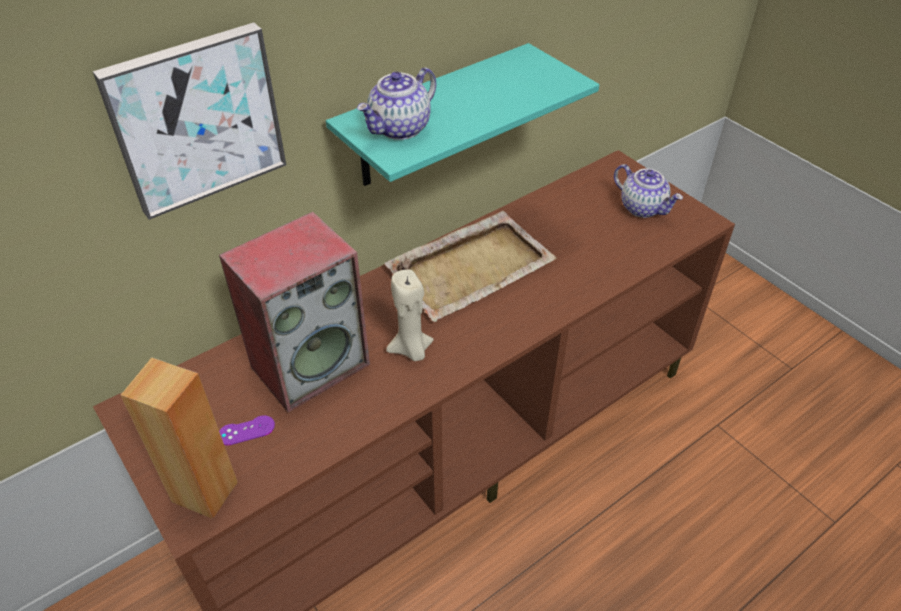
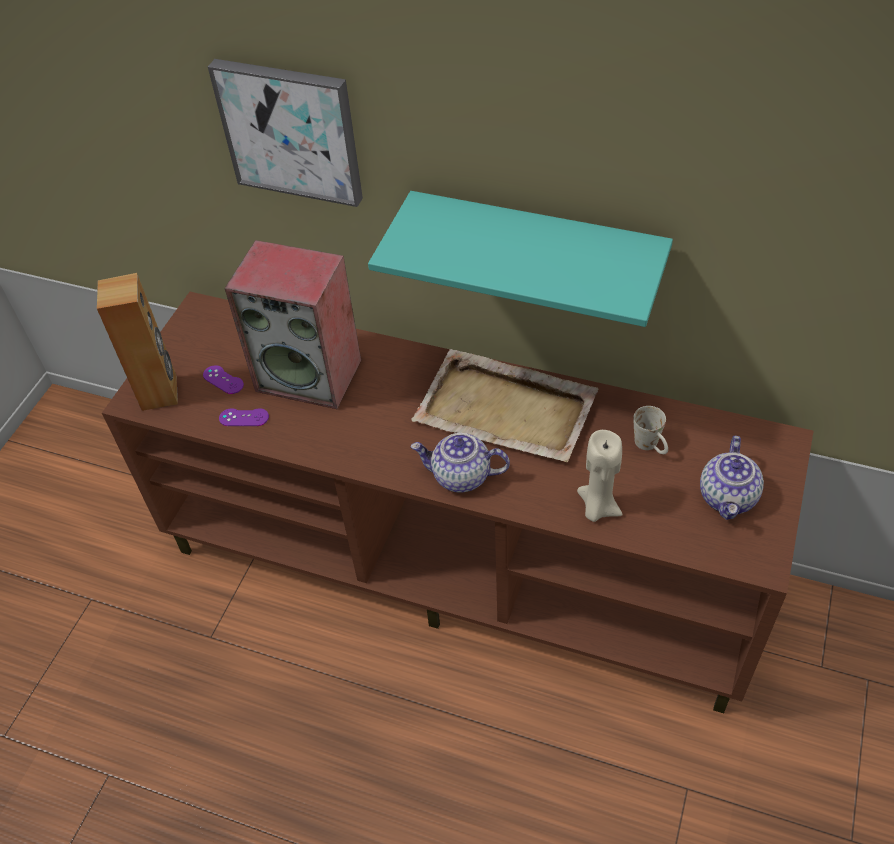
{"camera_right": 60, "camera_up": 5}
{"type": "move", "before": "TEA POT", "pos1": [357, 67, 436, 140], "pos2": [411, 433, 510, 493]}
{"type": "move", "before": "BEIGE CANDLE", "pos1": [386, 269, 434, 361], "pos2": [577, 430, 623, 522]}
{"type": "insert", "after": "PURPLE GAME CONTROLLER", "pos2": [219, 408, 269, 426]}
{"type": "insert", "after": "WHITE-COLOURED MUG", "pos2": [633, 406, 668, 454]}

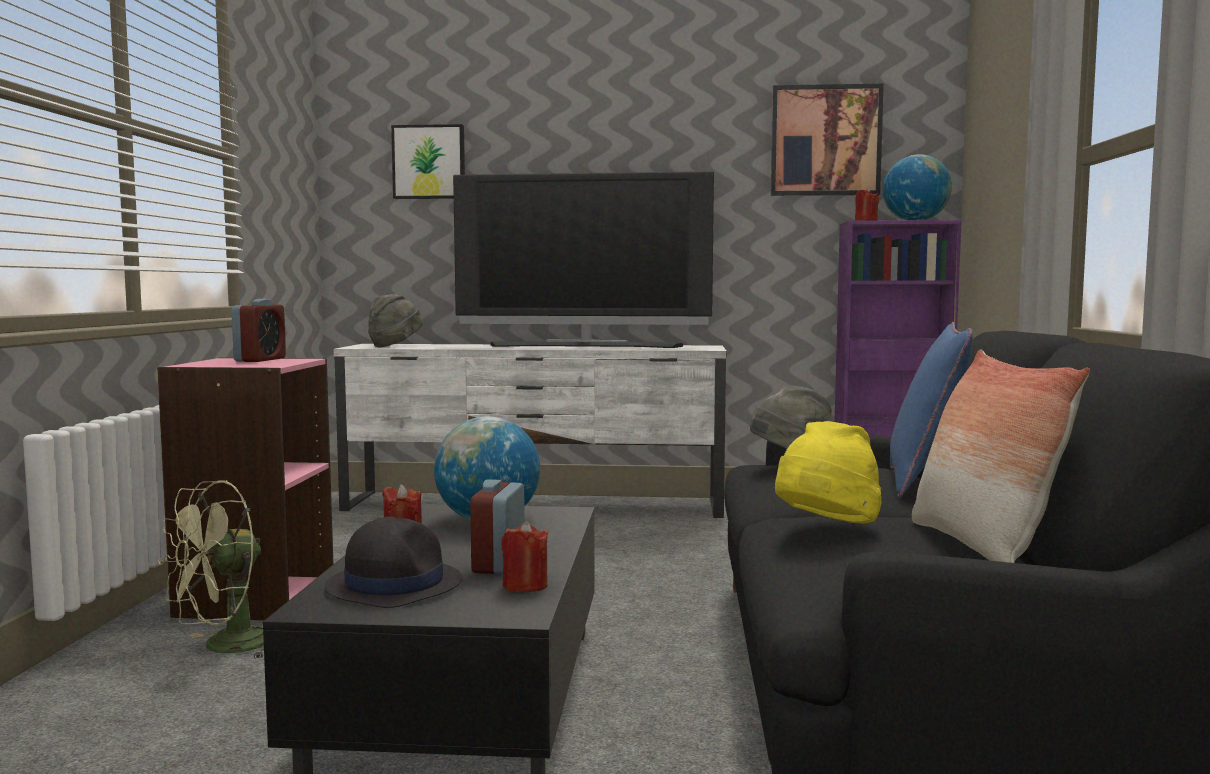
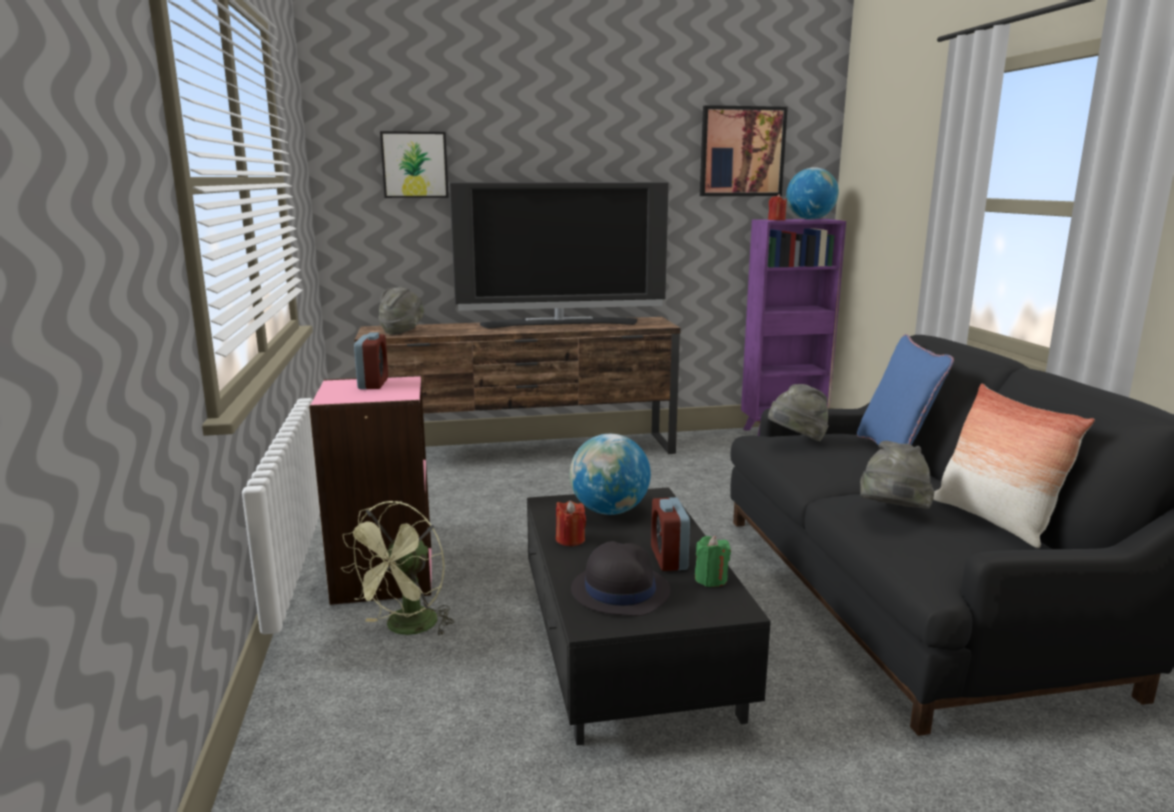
{"camera_right": -15, "camera_up": 10}
{"type": "recolor", "before": "WHITE-COLOURED MEDIA CONSOLE", "after": "BROWNISH MEDIA CONSOLE", "pos1": [334, 344, 727, 518], "pos2": [354, 317, 681, 454]}
{"type": "recolor", "before": "REDDISH CANDLE", "after": "GREENISH CANDLE", "pos1": [501, 521, 548, 592], "pos2": [695, 536, 731, 587]}
{"type": "recolor", "before": "YELLOWISH CLOTHING HAT", "after": "GREY CLOTHING HAT", "pos1": [775, 421, 882, 524], "pos2": [860, 441, 934, 509]}

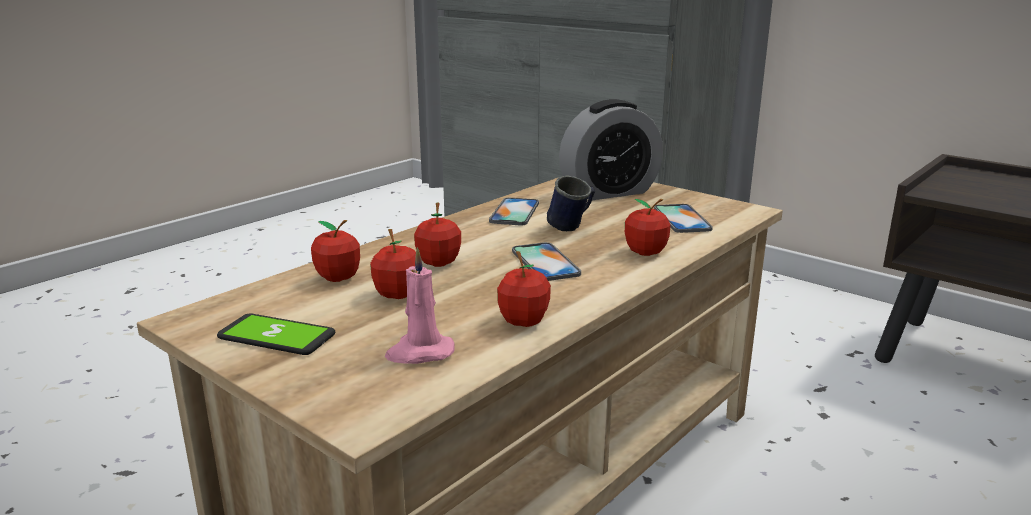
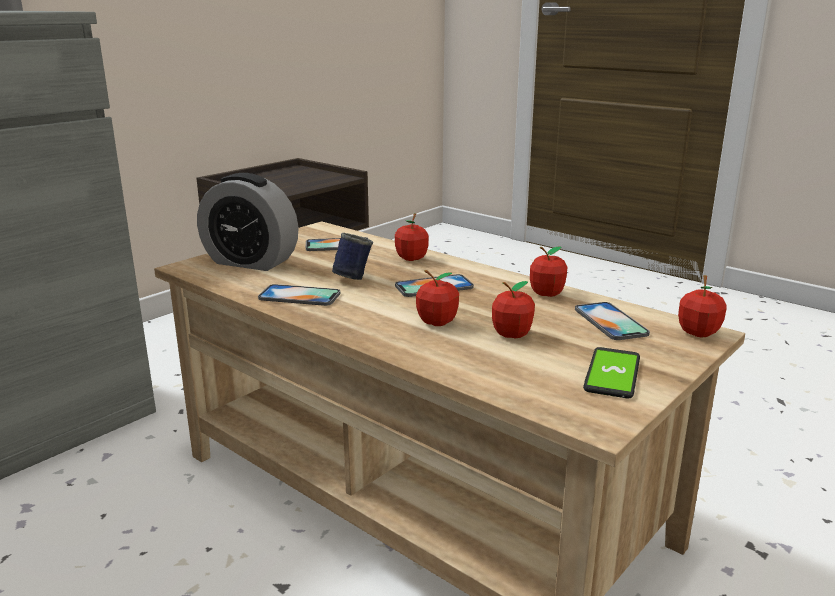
{"camera_right": -90, "camera_up": 0}
{"type": "move", "before": "APPLE", "pos1": [311, 220, 360, 282], "pos2": [678, 275, 727, 338]}
{"type": "replace", "before": "PINK CANDLE", "after": "TELEPHONE", "pos1": [385, 247, 455, 364], "pos2": [575, 302, 650, 340]}
{"type": "rotate", "before": "TABLE CLOCK", "pos1": [559, 99, 663, 200], "pos2": [197, 173, 299, 271], "turn": 135}

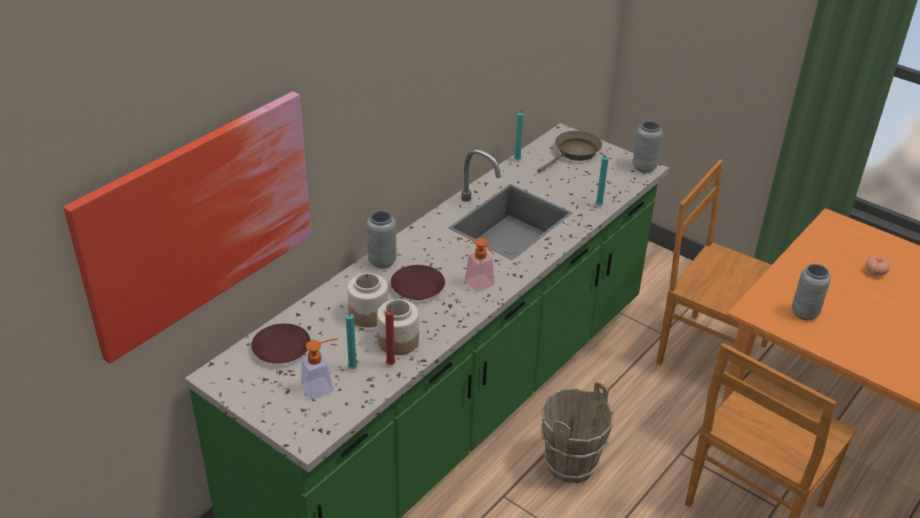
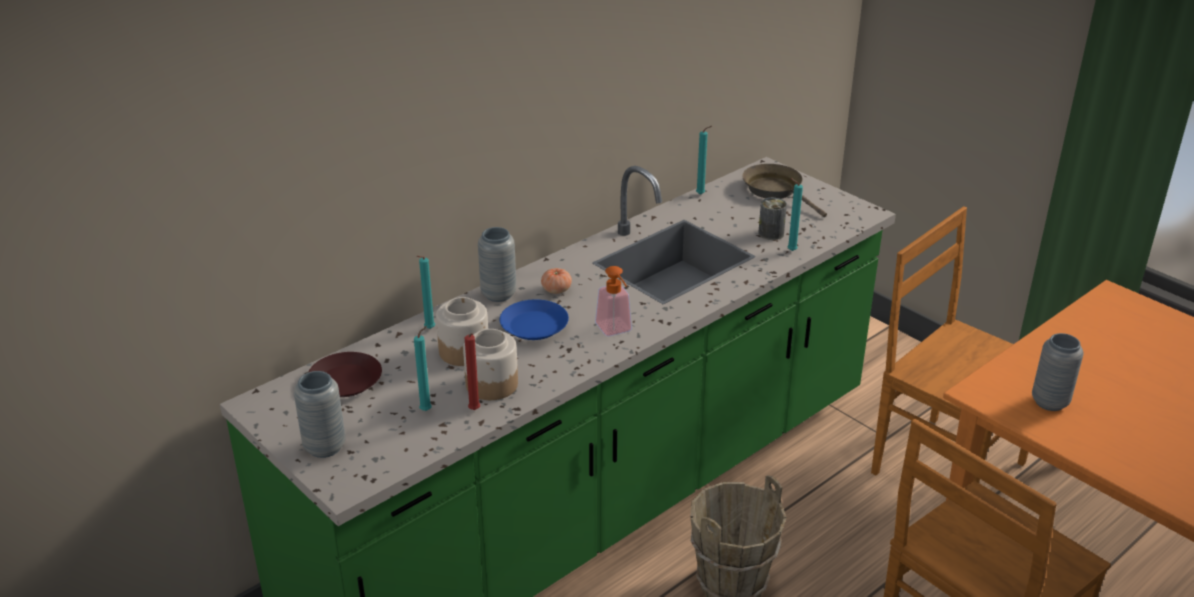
{"camera_right": 10, "camera_up": -5}
{"type": "delete", "before": "WALL PICTURE", "pos1": [64, 92, 312, 364]}
{"type": "delete", "before": "SOAP BOTTLE", "pos1": [301, 338, 338, 399]}
{"type": "recolor", "before": "BROWNISH FLAT DISH", "after": "BLUISH FLAT DISH", "pos1": [391, 265, 445, 300], "pos2": [500, 299, 569, 340]}
{"type": "rotate", "before": "BROWNISH FRYING PAN", "pos1": [537, 131, 602, 173], "pos2": [742, 164, 827, 217], "turn": -90}
{"type": "move", "before": "GREY VASE", "pos1": [633, 121, 663, 173], "pos2": [294, 371, 345, 458]}
{"type": "move", "before": "WHOLE TOMATO", "pos1": [866, 256, 890, 276], "pos2": [541, 268, 572, 294]}
{"type": "insert", "after": "TURQUOISE-COLOURED CANDLE", "pos2": [417, 256, 435, 329]}
{"type": "insert", "after": "METAL CAN", "pos2": [758, 198, 787, 240]}

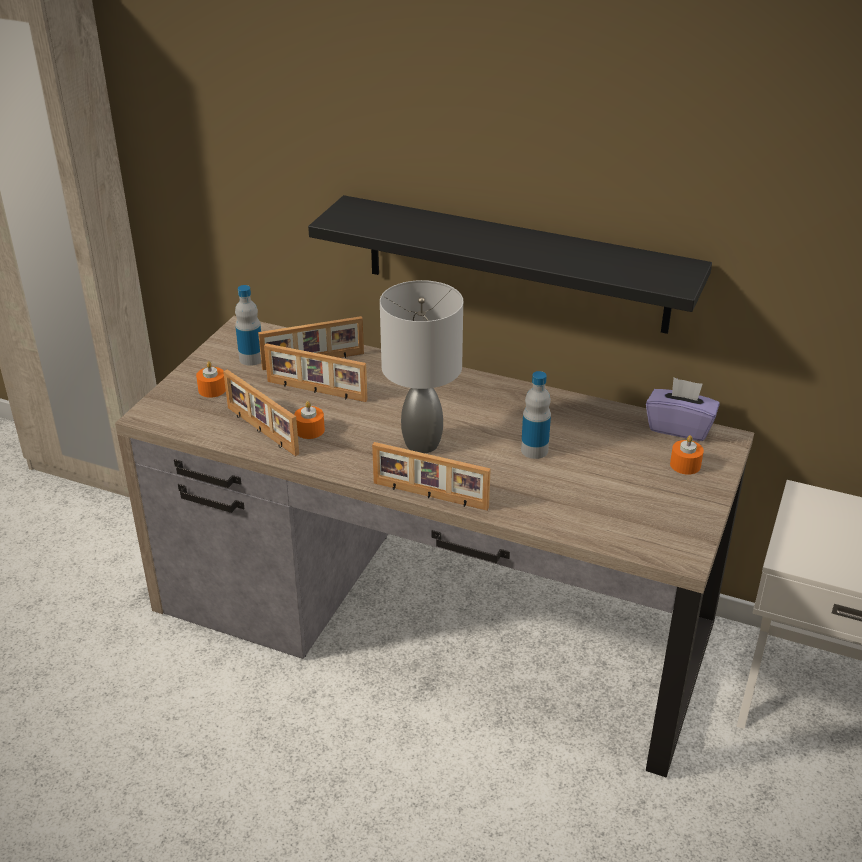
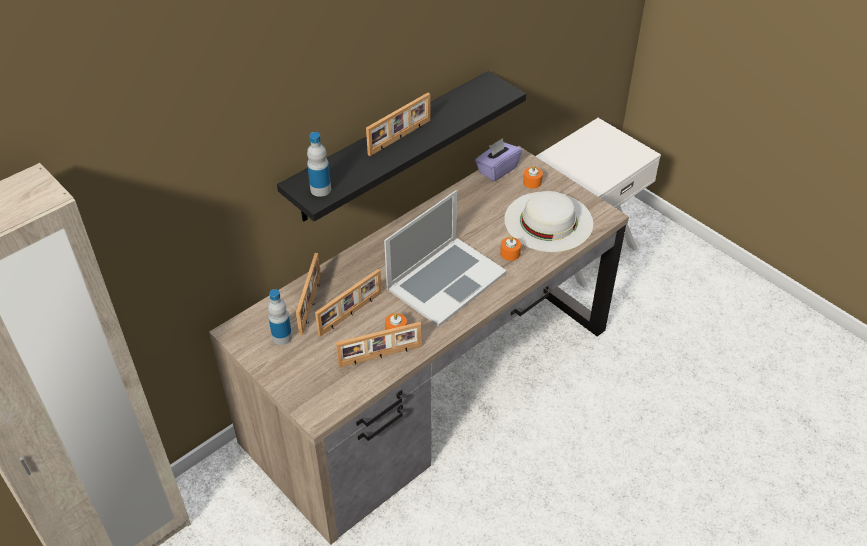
{"camera_right": -65, "camera_up": 10}
{"type": "move", "before": "ORANGE CANDLE", "pos1": [196, 361, 226, 398], "pos2": [500, 236, 521, 261]}
{"type": "move", "before": "PICTURE FRAME", "pos1": [372, 442, 491, 511], "pos2": [366, 93, 431, 156]}
{"type": "replace", "before": "GREY LAMP FOR A TABLE", "after": "LAPTOP", "pos1": [380, 280, 463, 453], "pos2": [384, 190, 507, 327]}
{"type": "move", "before": "BOTTLE", "pos1": [521, 371, 551, 459], "pos2": [307, 132, 331, 197]}
{"type": "insert", "after": "WHITE-COLOURED CLOTHING HAT", "pos2": [504, 191, 593, 252]}

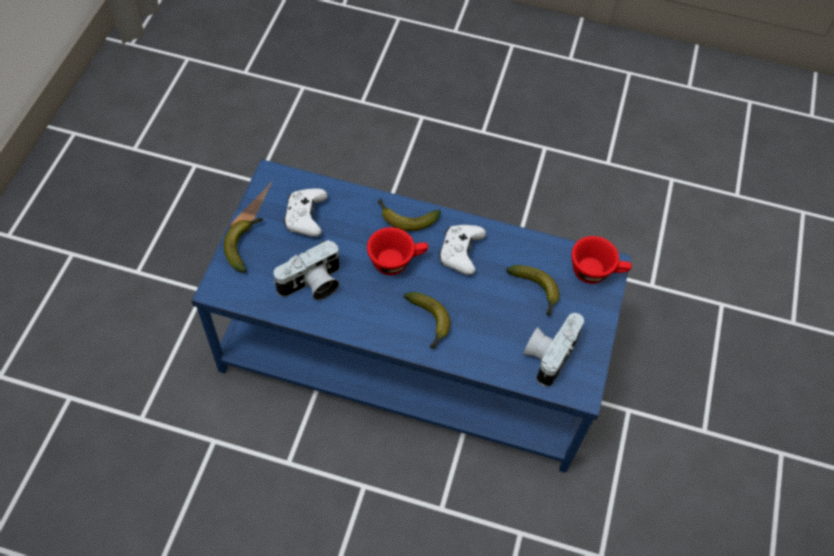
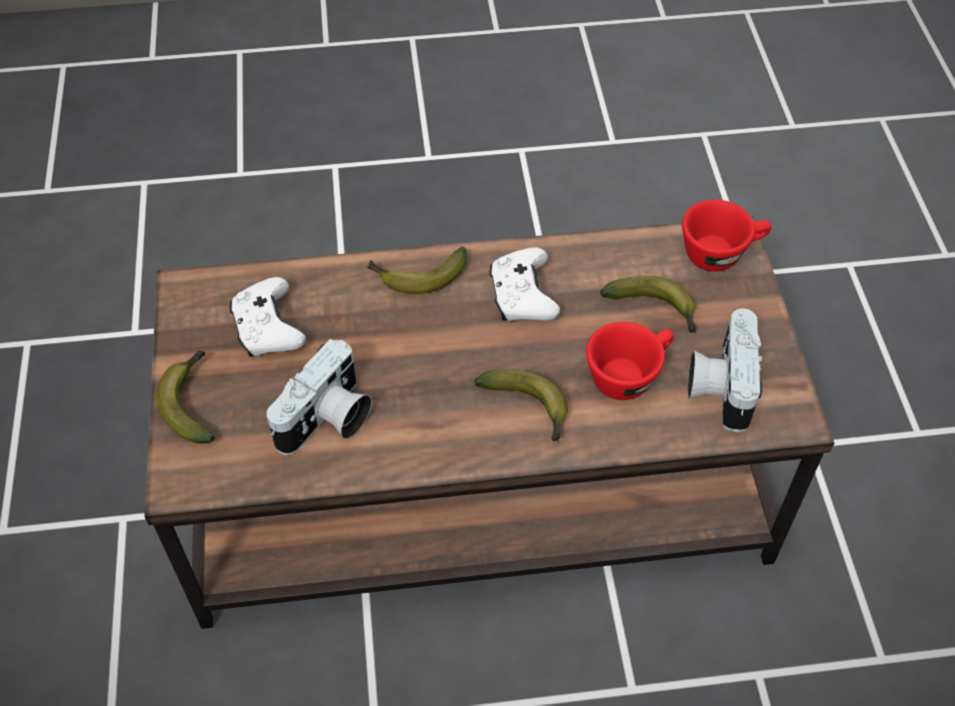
{"camera_right": -20, "camera_up": -5}
{"type": "recolor", "before": "BLUISH LOW TABLE", "after": "BROWNISH LOW TABLE", "pos1": [192, 159, 631, 473], "pos2": [144, 216, 834, 629]}
{"type": "move", "before": "REDDISH DRINKING CUP", "pos1": [367, 227, 428, 275], "pos2": [586, 322, 674, 400]}

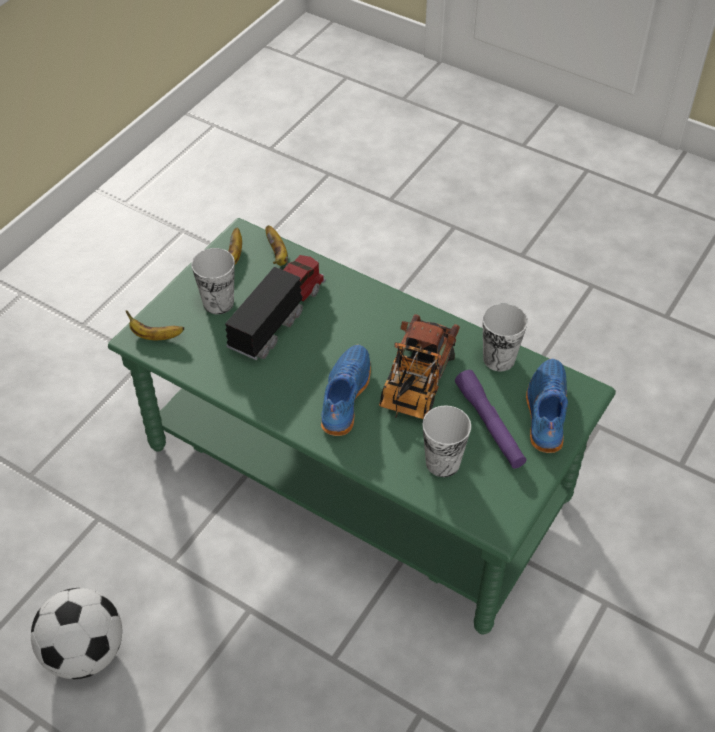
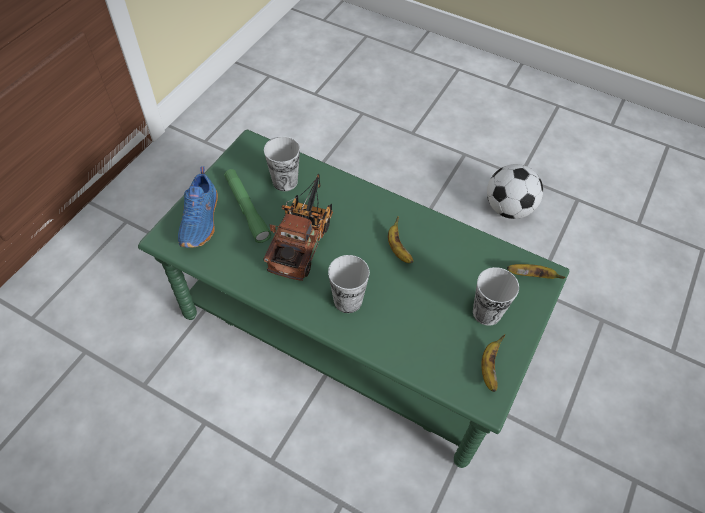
{"camera_right": 175, "camera_up": 5}
{"type": "delete", "before": "TOY LORRY", "pos1": [225, 255, 326, 360]}
{"type": "move", "before": "BANANA FRUIT", "pos1": [265, 225, 288, 266], "pos2": [388, 217, 413, 263]}
{"type": "delete", "before": "BLUISH LOW SHOE", "pos1": [321, 345, 371, 436]}
{"type": "recolor", "before": "PURPLE HAND TORCH", "after": "GREENISH HAND TORCH", "pos1": [455, 370, 527, 468], "pos2": [224, 169, 271, 243]}
{"type": "move", "before": "DRINKING CUP", "pos1": [482, 303, 528, 371], "pos2": [328, 255, 370, 313]}

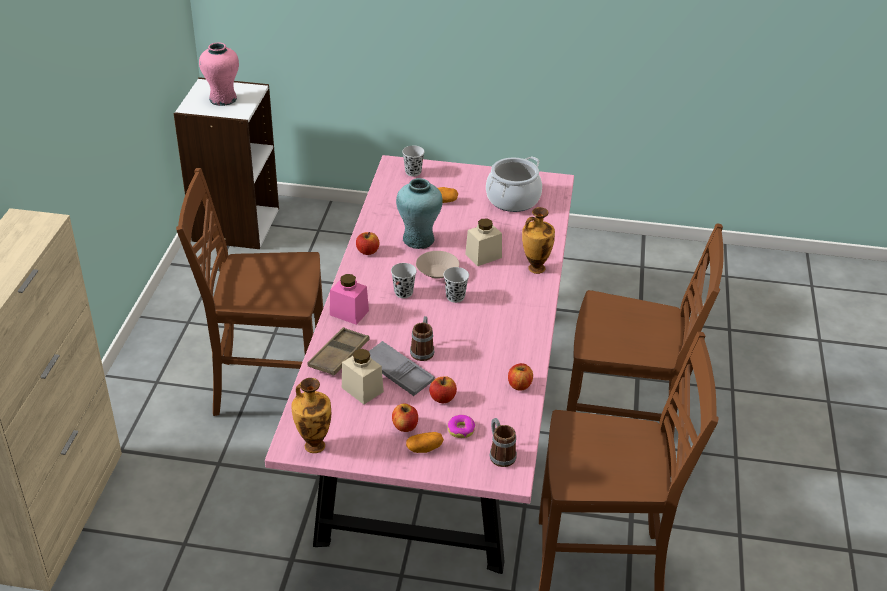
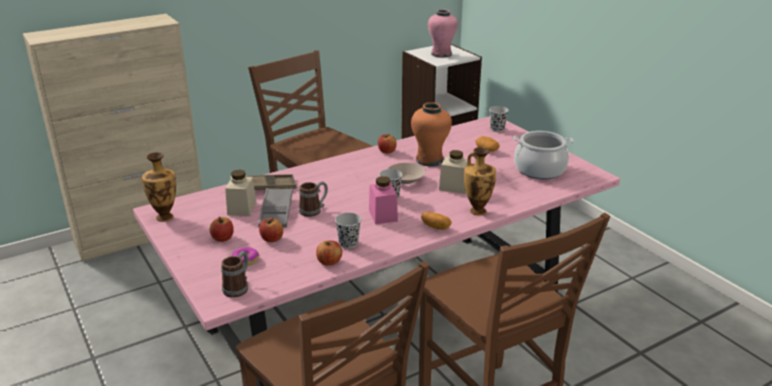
{"camera_right": 50, "camera_up": -10}
{"type": "move", "before": "PINK JAR", "pos1": [330, 274, 369, 325], "pos2": [369, 176, 398, 224]}
{"type": "move", "before": "BLACK-COLOURED DRINKING CUP", "pos1": [391, 263, 417, 298], "pos2": [335, 213, 361, 249]}
{"type": "recolor", "before": "TURQUOISE-COLOURED VASE", "after": "ORANGE VASE", "pos1": [396, 178, 443, 249], "pos2": [411, 102, 452, 166]}
{"type": "move", "before": "SPUD", "pos1": [406, 432, 444, 453], "pos2": [421, 212, 452, 230]}

